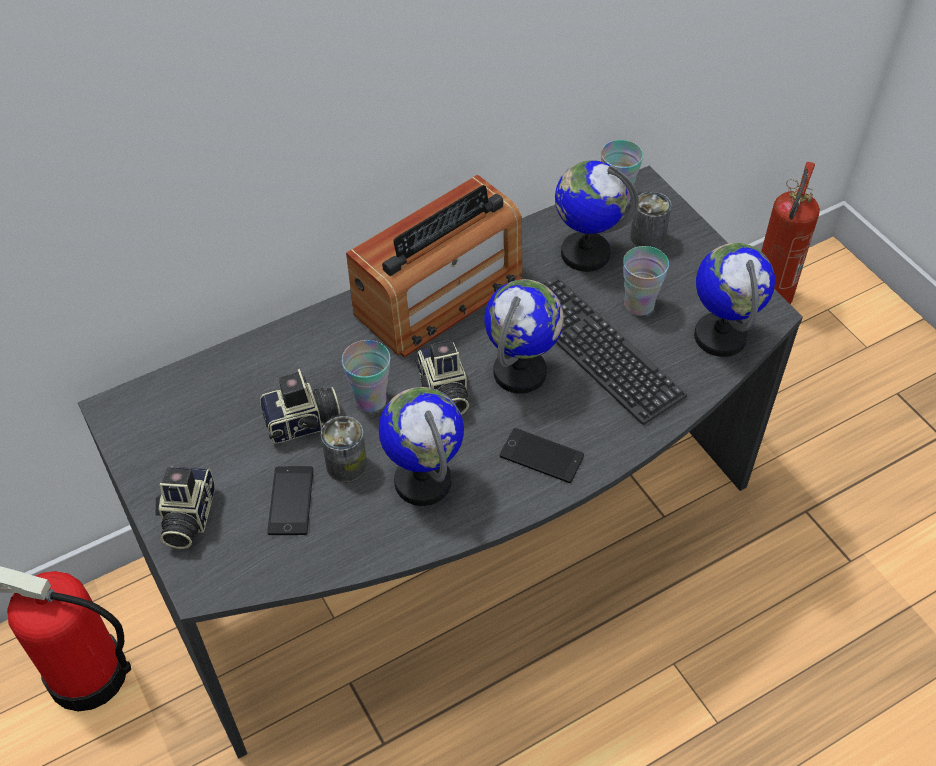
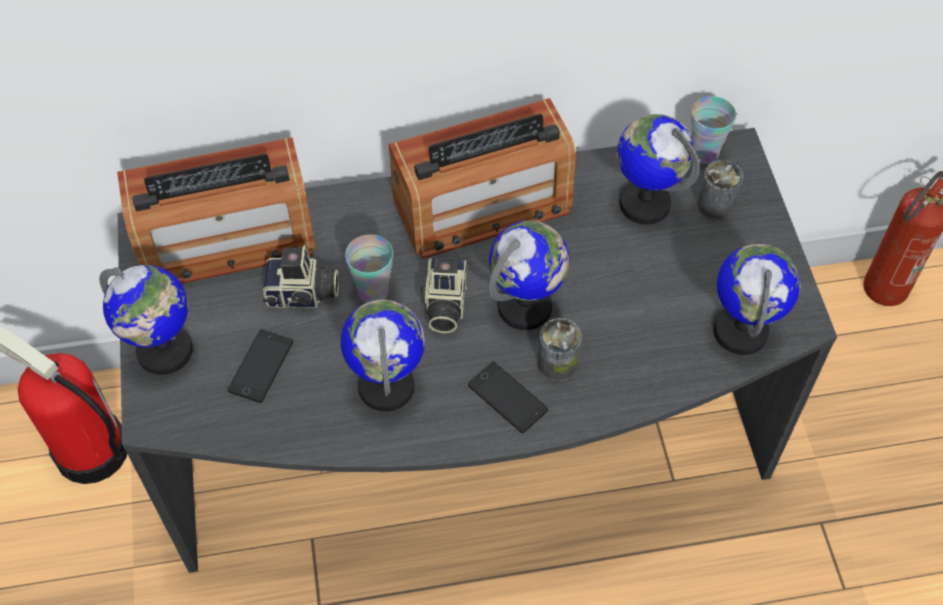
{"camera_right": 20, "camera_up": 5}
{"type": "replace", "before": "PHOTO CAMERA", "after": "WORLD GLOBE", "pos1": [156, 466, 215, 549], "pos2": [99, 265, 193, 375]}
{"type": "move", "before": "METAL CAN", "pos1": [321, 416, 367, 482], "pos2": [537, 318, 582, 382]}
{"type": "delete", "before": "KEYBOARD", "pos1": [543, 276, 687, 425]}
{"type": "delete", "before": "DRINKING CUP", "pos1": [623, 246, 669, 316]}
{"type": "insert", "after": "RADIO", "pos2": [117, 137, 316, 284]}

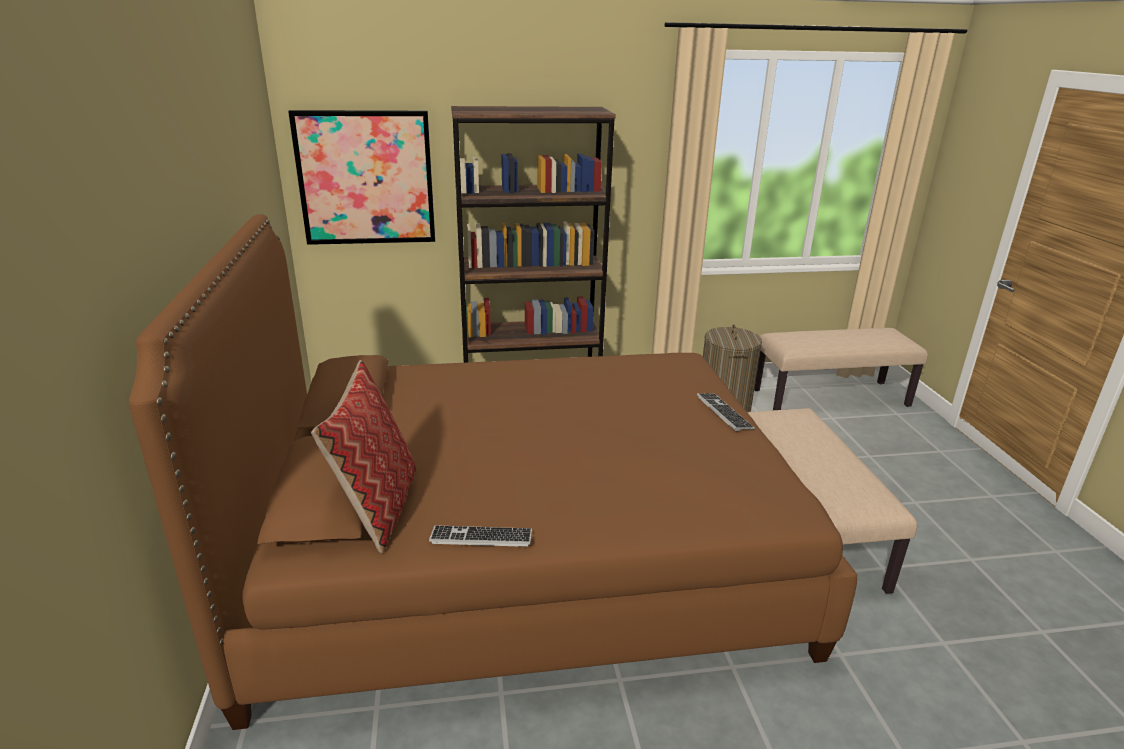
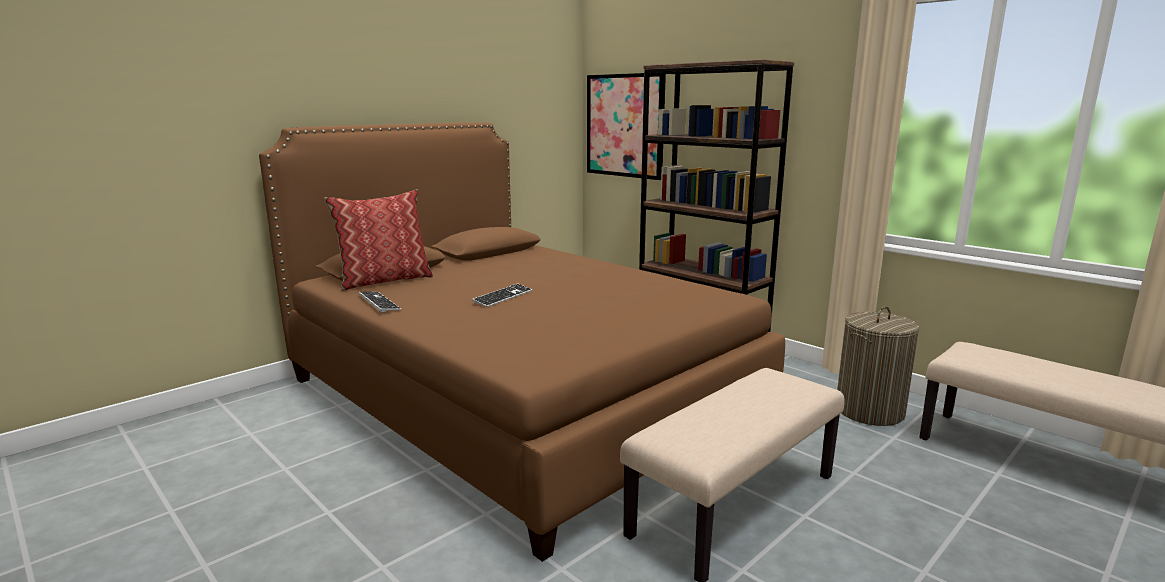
{"camera_right": 55, "camera_up": -10}
{"type": "move", "before": "KEYBOARD", "pos1": [697, 393, 755, 431], "pos2": [472, 283, 532, 307]}

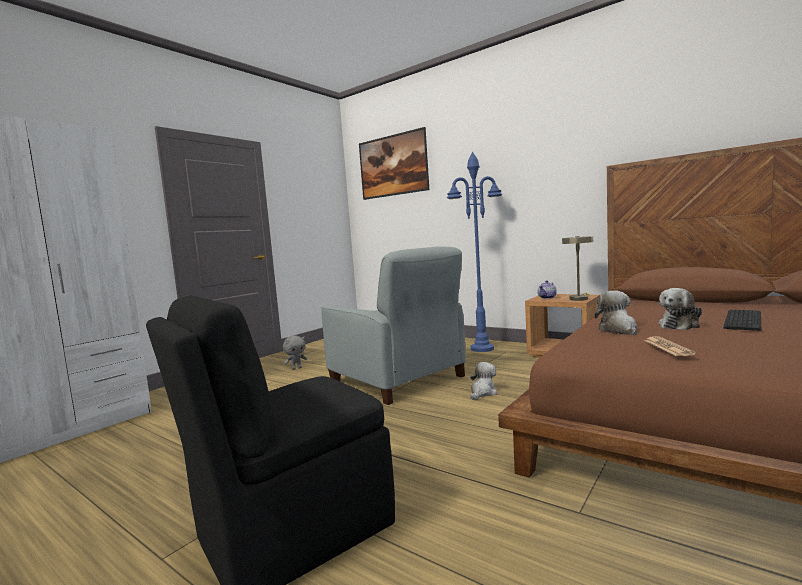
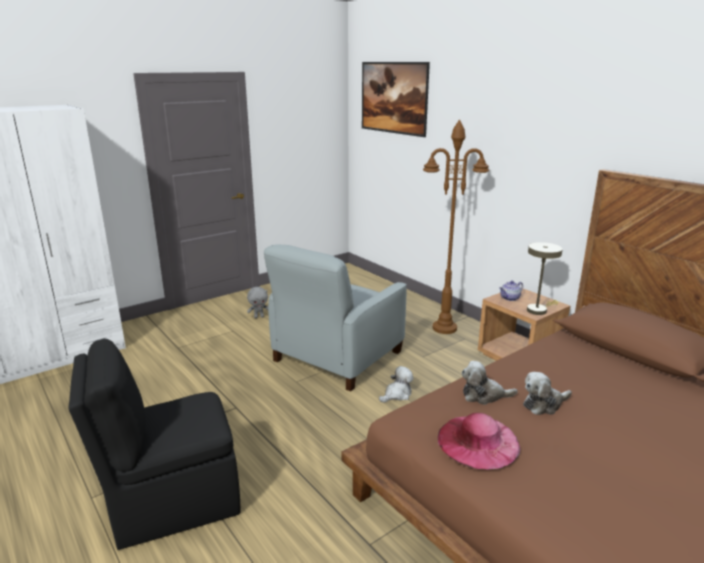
{"camera_right": 15, "camera_up": 15}
{"type": "rotate", "before": "GREY ARMCHAIR", "pos1": [321, 246, 465, 405], "pos2": [264, 245, 407, 391], "turn": 60}
{"type": "recolor", "before": "BLUISH FLOOR LAMP", "after": "BROWNISH FLOOR LAMP", "pos1": [447, 152, 502, 352], "pos2": [423, 120, 489, 334]}
{"type": "rotate", "before": "SOFT TOY", "pos1": [595, 290, 637, 335], "pos2": [461, 361, 518, 405], "turn": -105}
{"type": "replace", "before": "NEWSPAPER", "after": "PINK CLOTHING HAT", "pos1": [645, 336, 696, 356], "pos2": [438, 413, 520, 469]}
{"type": "delete", "before": "KEYBOARD", "pos1": [723, 310, 761, 331]}

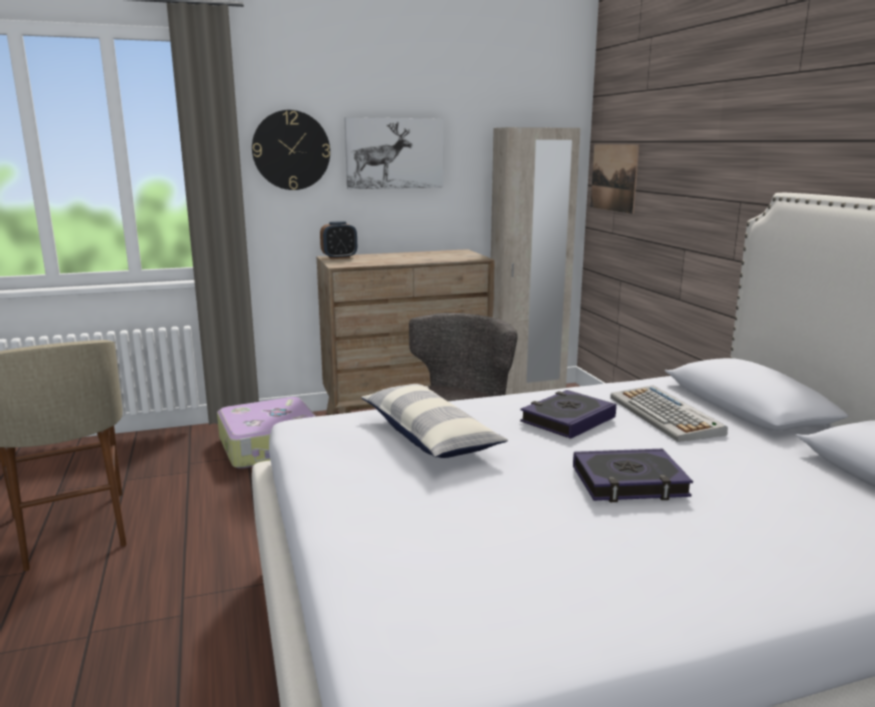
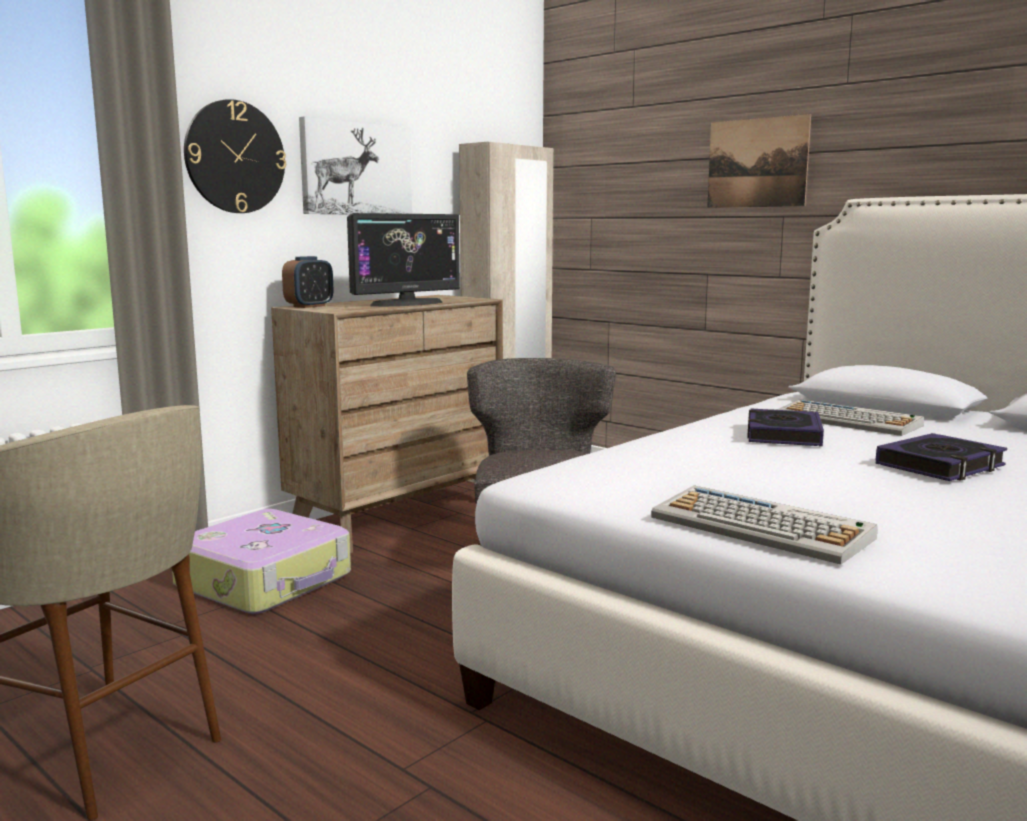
{"camera_right": -30, "camera_up": -5}
{"type": "delete", "before": "PILLOW", "pos1": [361, 384, 508, 458]}
{"type": "move", "before": "WALL PICTURE", "pos1": [591, 144, 639, 214], "pos2": [707, 114, 811, 208]}
{"type": "insert", "after": "MONITOR", "pos2": [347, 213, 460, 307]}
{"type": "insert", "after": "KEYBOARD", "pos2": [651, 485, 878, 565]}

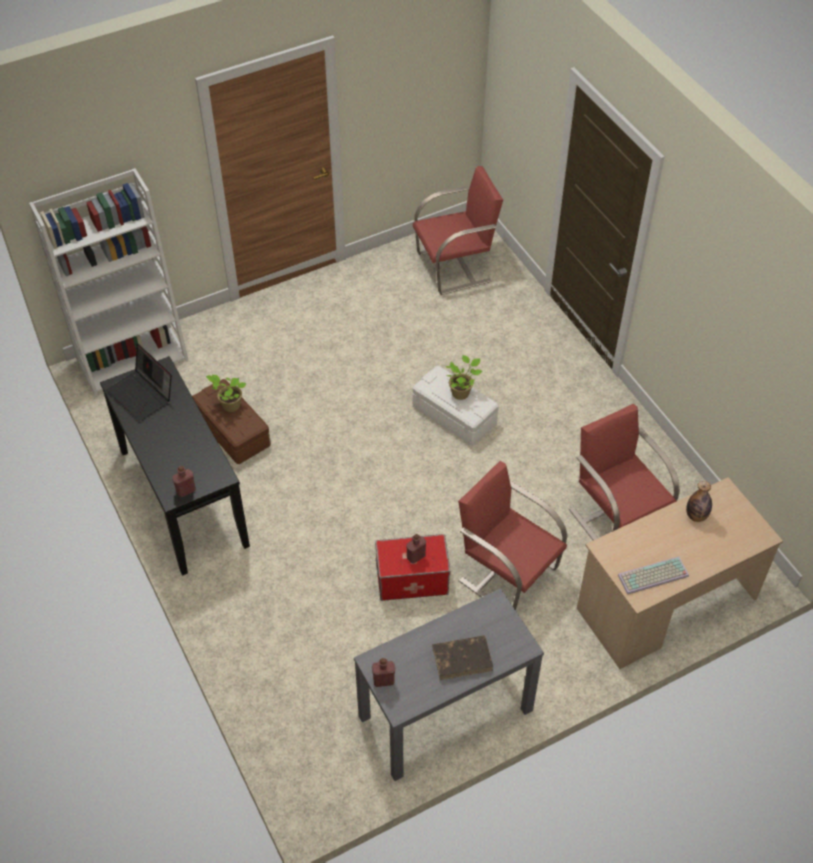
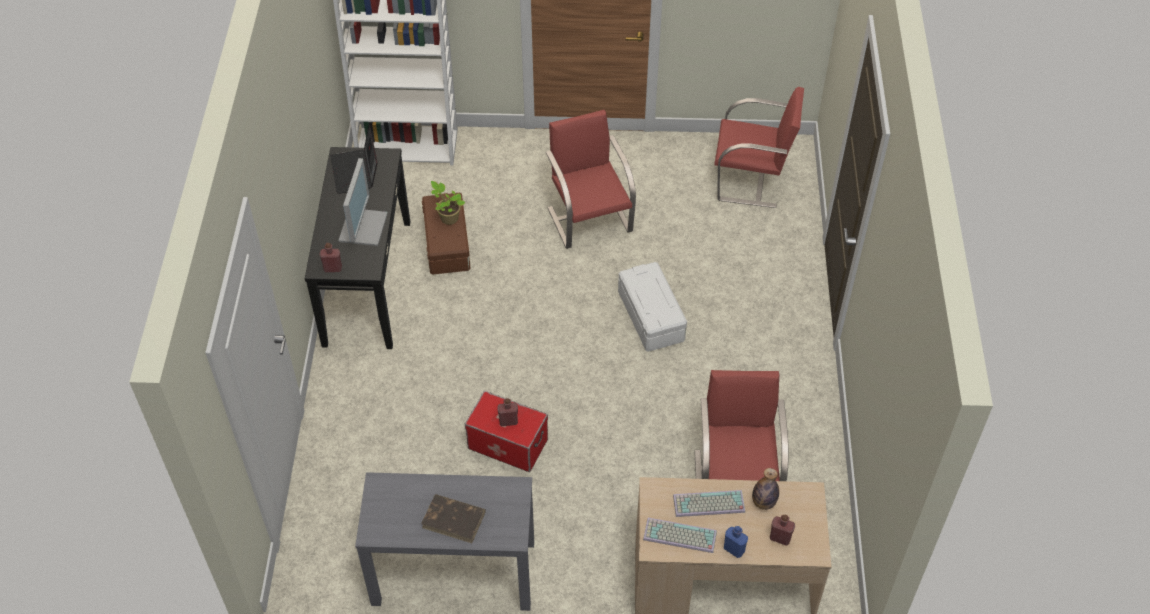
{"camera_right": 30, "camera_up": 0}
{"type": "move", "before": "REDDISH BOTTLE", "pos1": [372, 658, 395, 687], "pos2": [770, 515, 795, 546]}
{"type": "delete", "before": "PLANT IN A POT", "pos1": [446, 355, 482, 400]}
{"type": "move", "before": "REDDISH CHAIR", "pos1": [458, 461, 568, 610], "pos2": [546, 110, 636, 249]}
{"type": "insert", "after": "MONITOR", "pos2": [339, 158, 388, 246]}
{"type": "insert", "after": "KEYBOARD", "pos2": [673, 490, 745, 517]}
{"type": "insert", "after": "BLUISH BOTTLE", "pos2": [724, 526, 748, 558]}

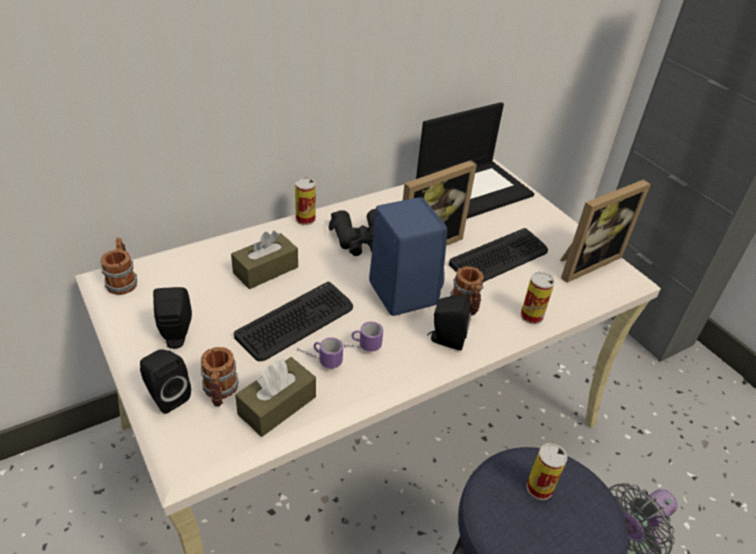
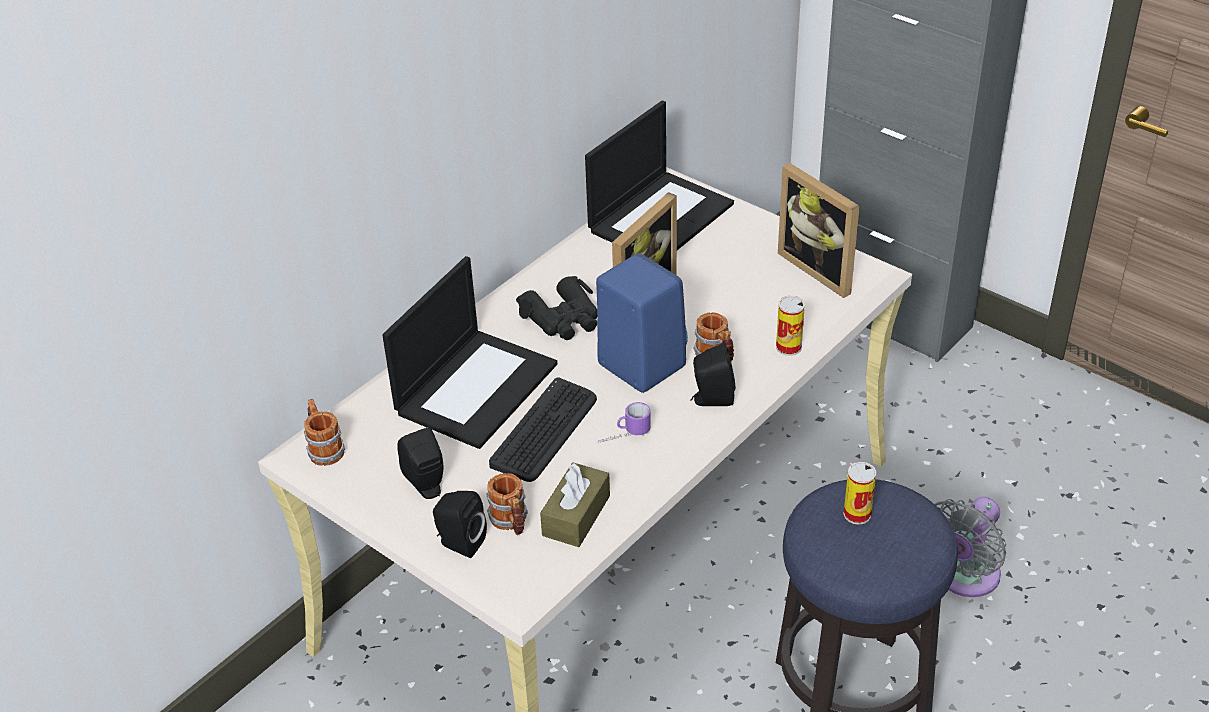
{"camera_right": -15, "camera_up": 0}
{"type": "replace", "before": "BROWNISH TISSUE HOLDER", "after": "LAPTOP", "pos1": [231, 231, 298, 289], "pos2": [382, 256, 557, 449]}
{"type": "delete", "before": "METAL CAN", "pos1": [295, 177, 316, 225]}
{"type": "delete", "before": "MUG", "pos1": [297, 337, 343, 369]}
{"type": "delete", "before": "KEYBOARD", "pos1": [449, 228, 548, 282]}
{"type": "rotate", "before": "PICTURE FRAME", "pos1": [560, 179, 651, 283], "pos2": [778, 163, 860, 298], "turn": 105}

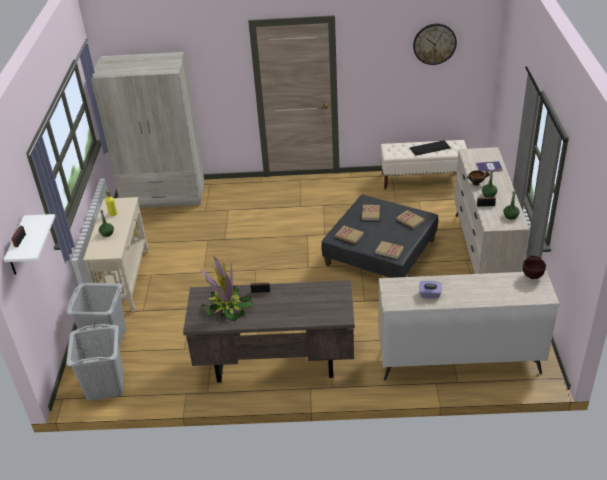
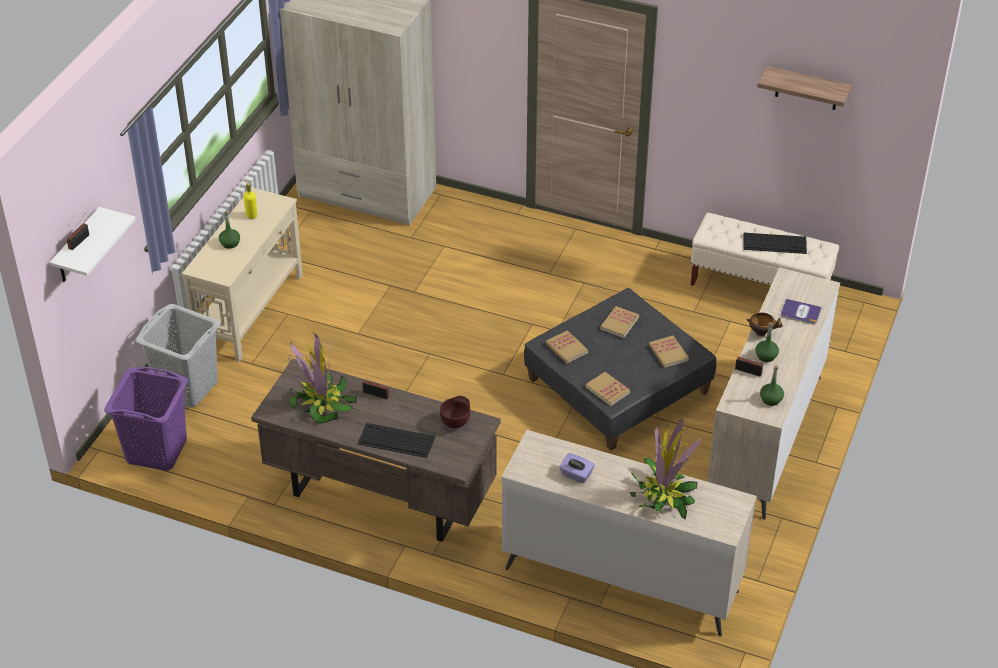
{"camera_right": 20, "camera_up": 5}
{"type": "recolor", "before": "GREY LAUNDRY BASKET", "after": "PURPLE LAUNDRY BASKET", "pos1": [66, 324, 124, 401], "pos2": [104, 367, 188, 471]}
{"type": "replace", "before": "WALL CLOCK", "after": "SHELF", "pos1": [413, 24, 457, 65], "pos2": [757, 66, 852, 110]}
{"type": "move", "before": "BROWNISH DEEP DISH", "pos1": [523, 255, 546, 279], "pos2": [440, 396, 470, 428]}
{"type": "insert", "after": "KEYBOARD", "pos2": [357, 423, 436, 458]}
{"type": "insert", "after": "PLANT IN A POT", "pos2": [630, 419, 701, 520]}

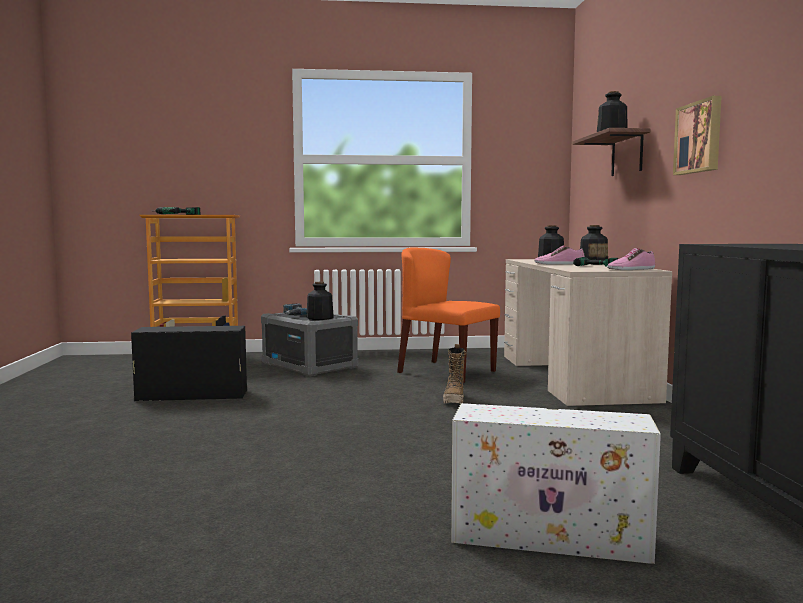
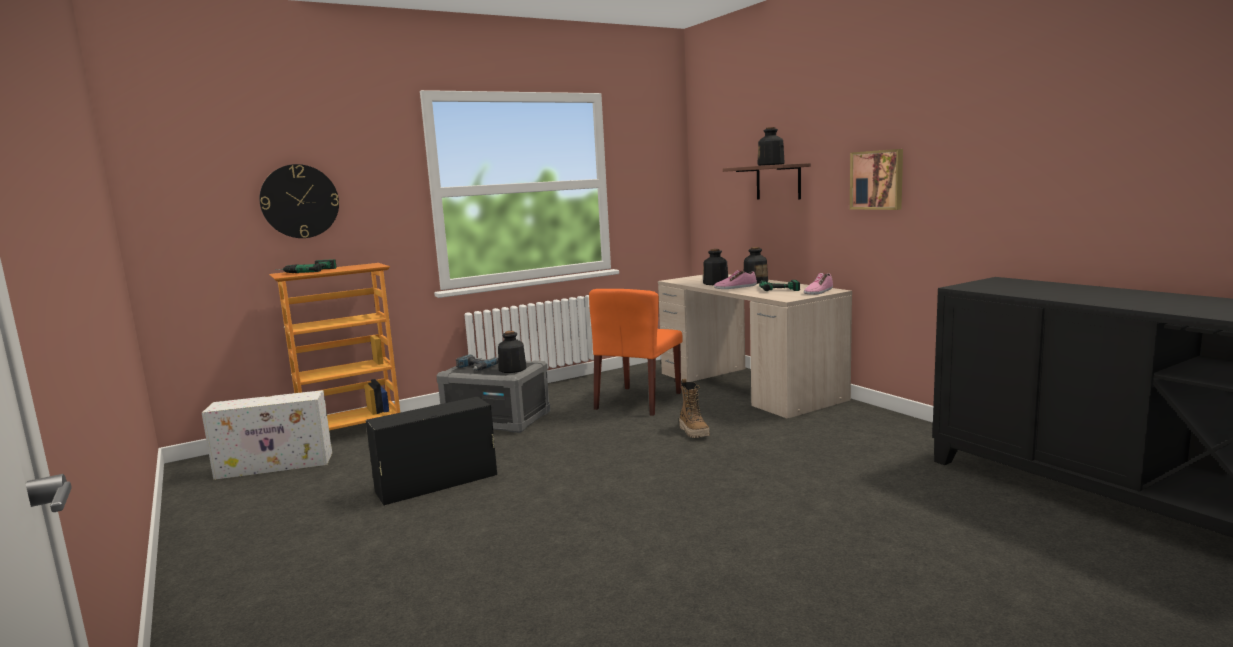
{"camera_right": -25, "camera_up": 5}
{"type": "rotate", "before": "ORANGE CHAIR", "pos1": [397, 248, 500, 383], "pos2": [589, 289, 683, 416], "turn": -75}
{"type": "move", "before": "WHITE-COLOURED STORAGE BOX", "pos1": [451, 403, 661, 564], "pos2": [202, 390, 332, 480]}
{"type": "insert", "after": "WALL CLOCK", "pos2": [259, 164, 339, 238]}

